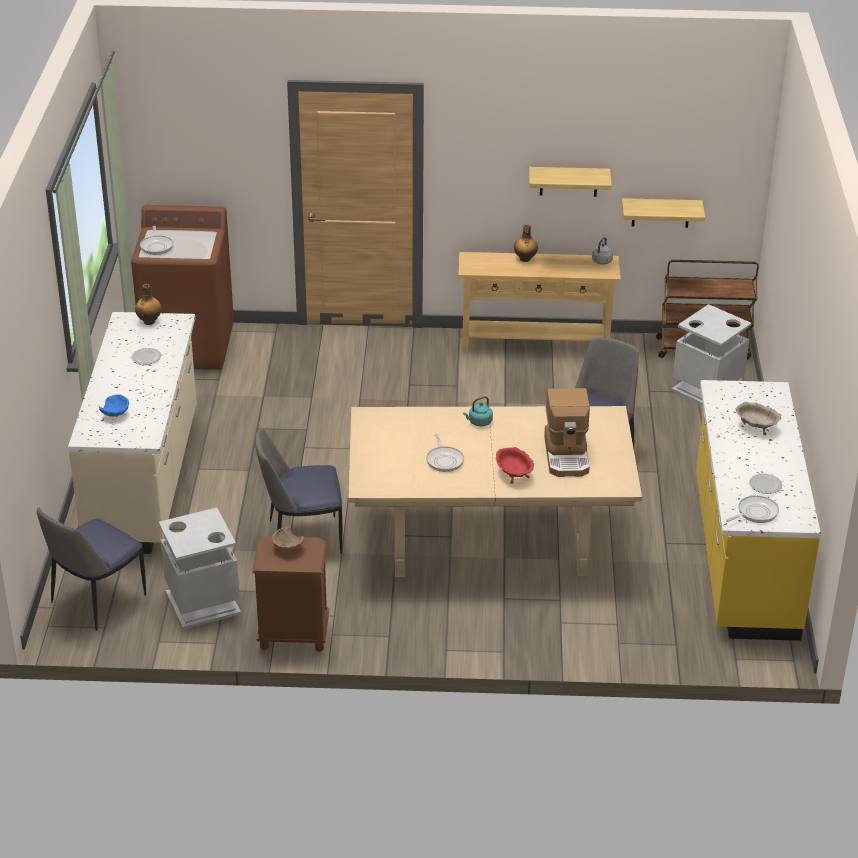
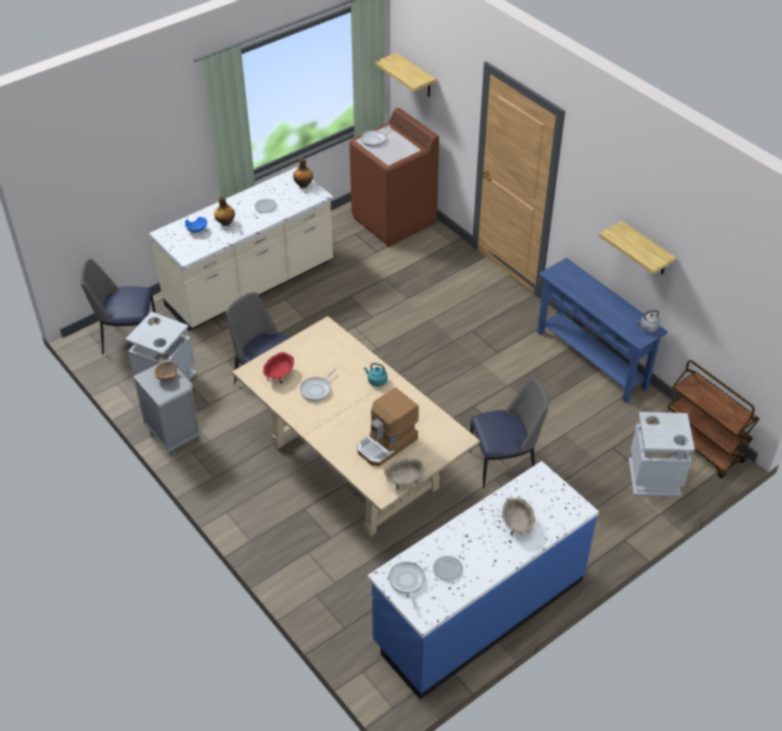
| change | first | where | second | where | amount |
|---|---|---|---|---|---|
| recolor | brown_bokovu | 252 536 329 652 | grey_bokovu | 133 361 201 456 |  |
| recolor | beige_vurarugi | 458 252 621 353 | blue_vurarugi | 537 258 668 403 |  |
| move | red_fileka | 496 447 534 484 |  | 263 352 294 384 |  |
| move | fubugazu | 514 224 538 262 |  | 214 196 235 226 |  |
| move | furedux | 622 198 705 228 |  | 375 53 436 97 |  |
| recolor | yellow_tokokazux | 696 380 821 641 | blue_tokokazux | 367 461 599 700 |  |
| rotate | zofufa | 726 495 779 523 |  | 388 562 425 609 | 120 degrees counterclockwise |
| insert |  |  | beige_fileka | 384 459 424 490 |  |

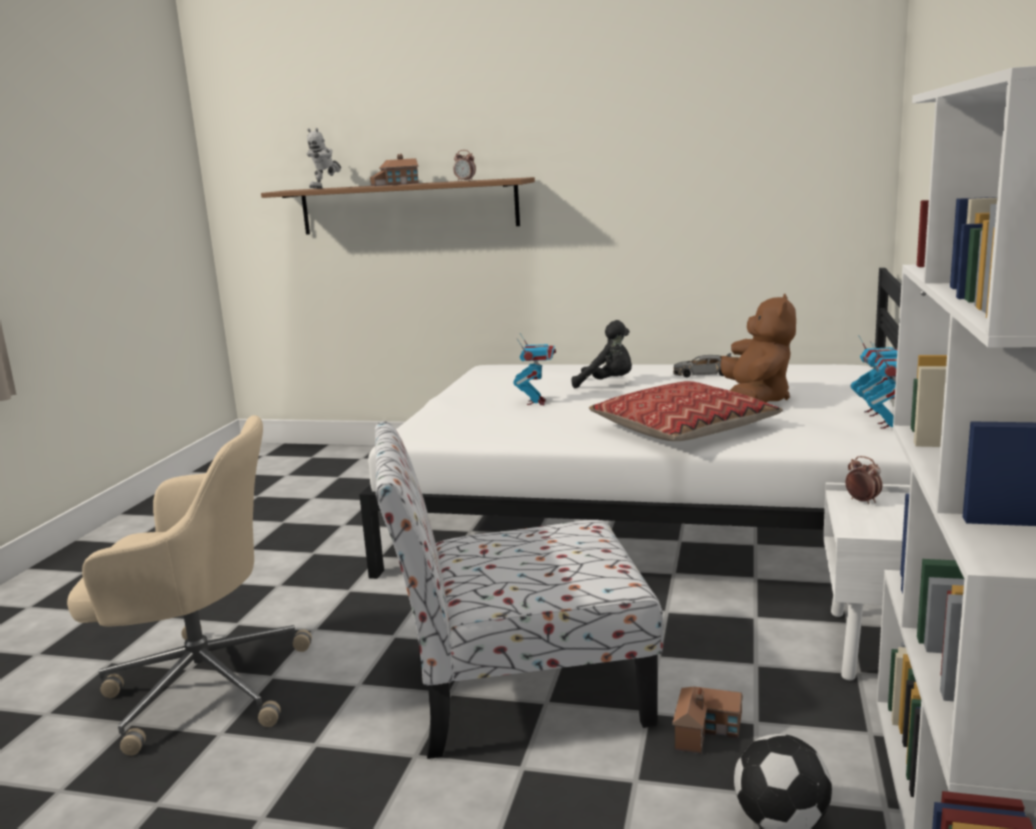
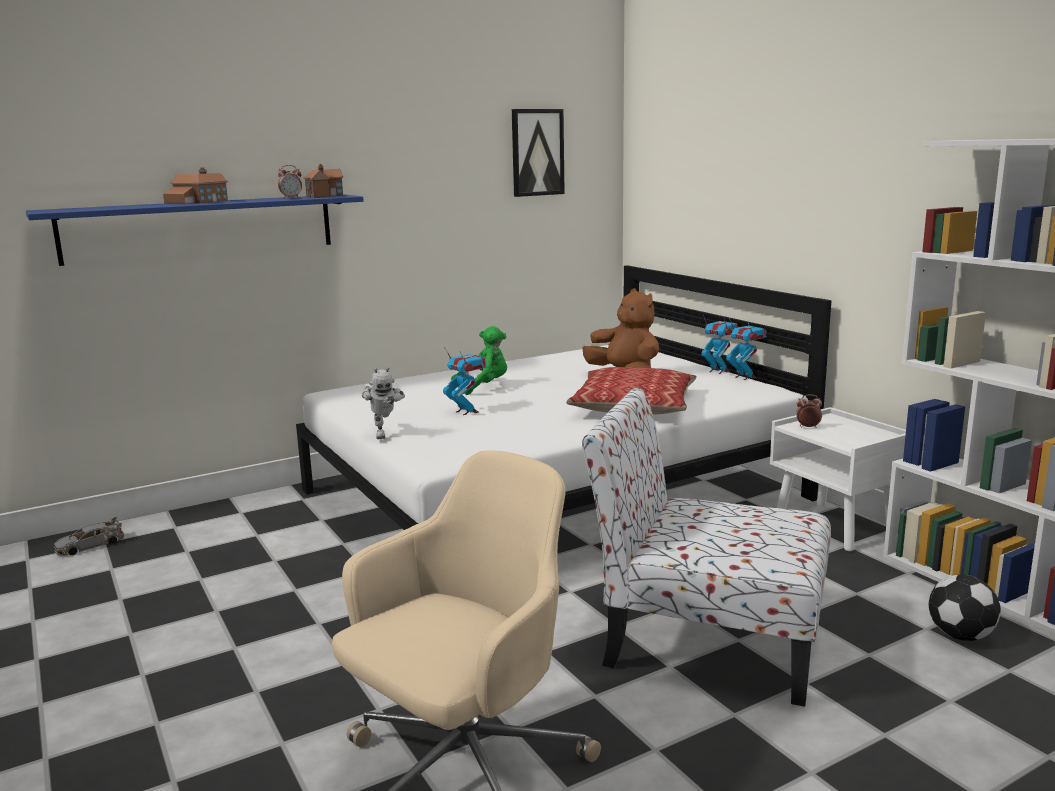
| change | first | where | second | where | amount |
|---|---|---|---|---|---|
| recolor | brown_furedux | 261 177 535 235 | blue_furedux | 26 194 364 266 |  |
| move | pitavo | 307 128 341 189 |  | 362 367 405 439 |  |
| rotate | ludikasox | 374 421 663 759 |  | 582 388 831 707 | 75 degrees clockwise |
| recolor | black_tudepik | 572 320 632 388 | green_tudepik | 451 326 507 395 |  |
| move | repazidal | 672 687 743 754 |  | 303 164 343 198 |  |
| move | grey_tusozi | 673 353 732 377 |  | 54 517 124 556 |  |
| insert |  |  | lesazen | 512 109 565 197 |  |

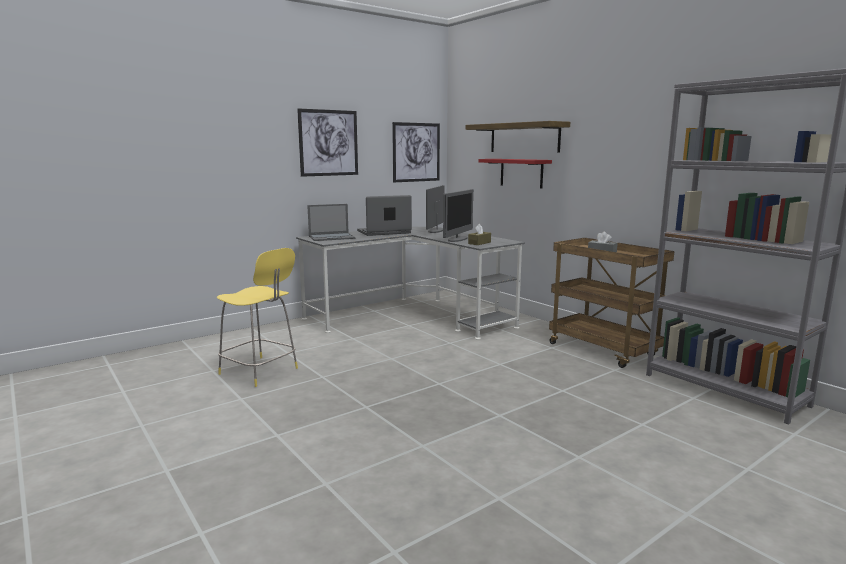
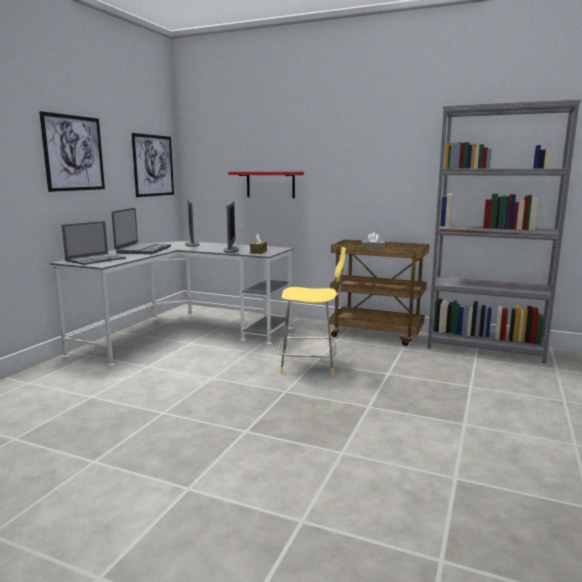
| change | first | where | second | where | amount |
|---|---|---|---|---|---|
| move | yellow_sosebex | 217 248 298 387 |  | 278 247 346 375 |  |
| rotate | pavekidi | 357 195 412 236 |  | 112 208 171 254 | 150 degrees clockwise |
| delete | furedux | 465 121 570 153 |  |  |  |

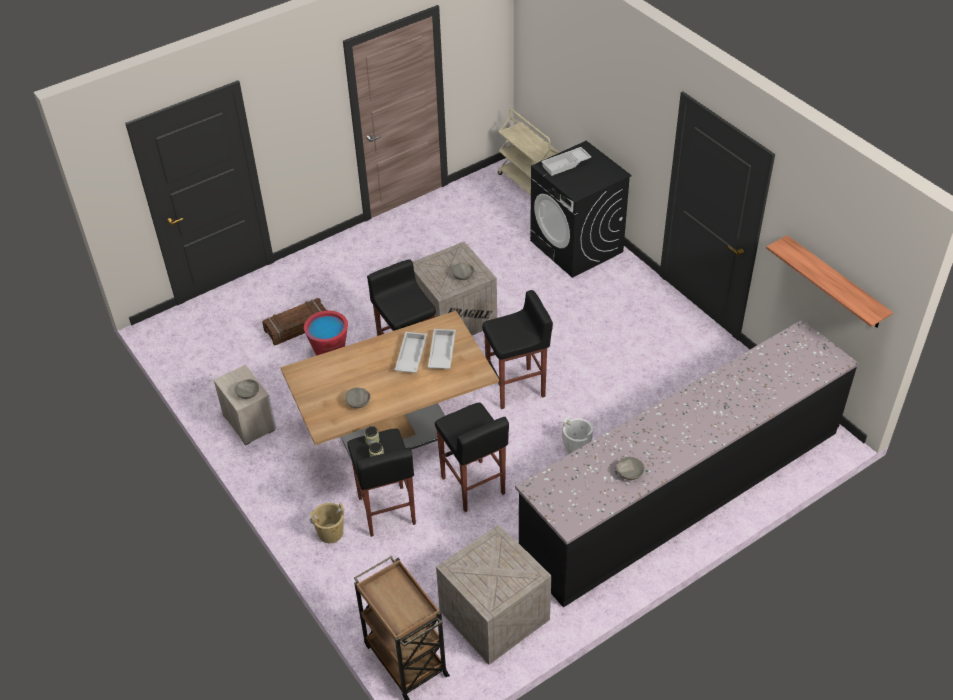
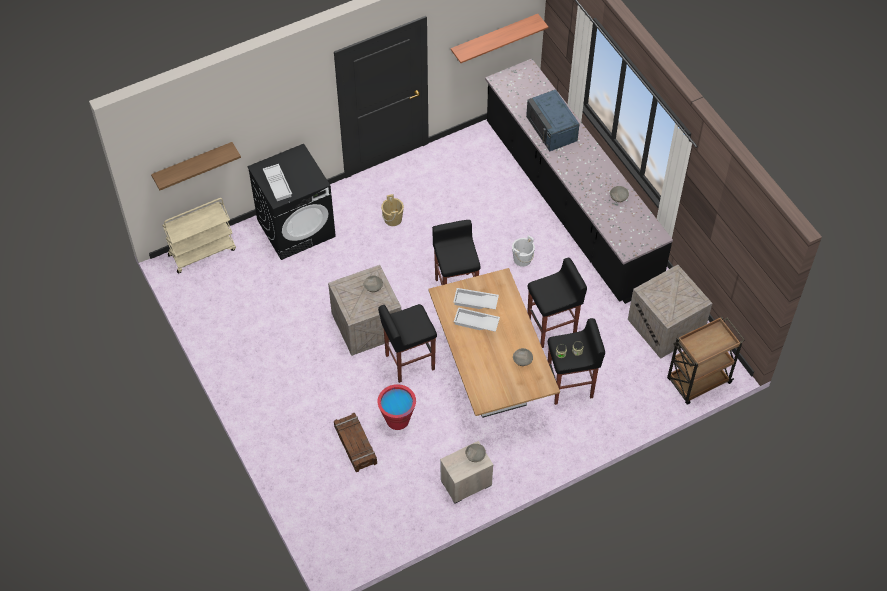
| change | first | where | second | where | amount |
|---|---|---|---|---|---|
| move | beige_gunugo | 310 503 345 543 |  | 381 194 404 226 |  |
| insert |  |  | furedux | 151 142 241 190 |  |
| insert |  |  | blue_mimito | 526 90 579 151 |  |

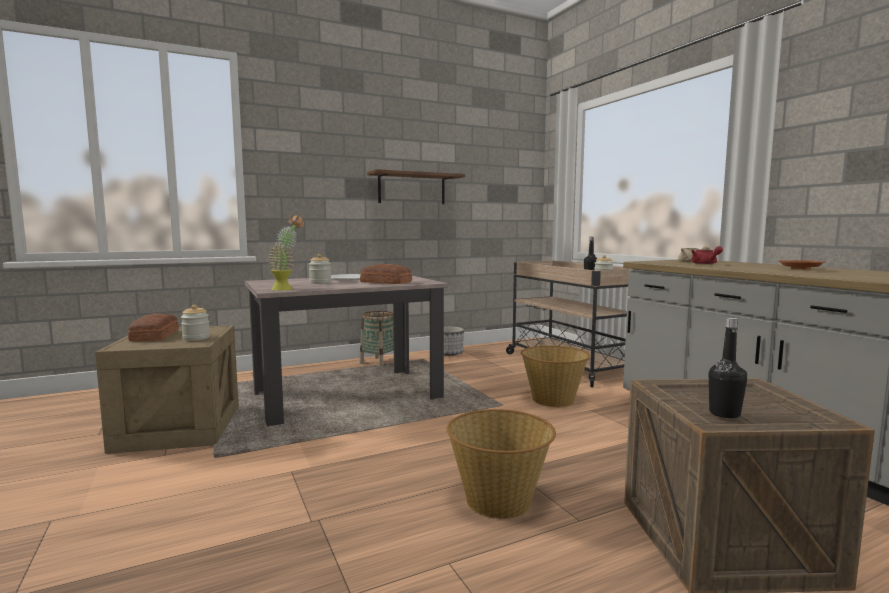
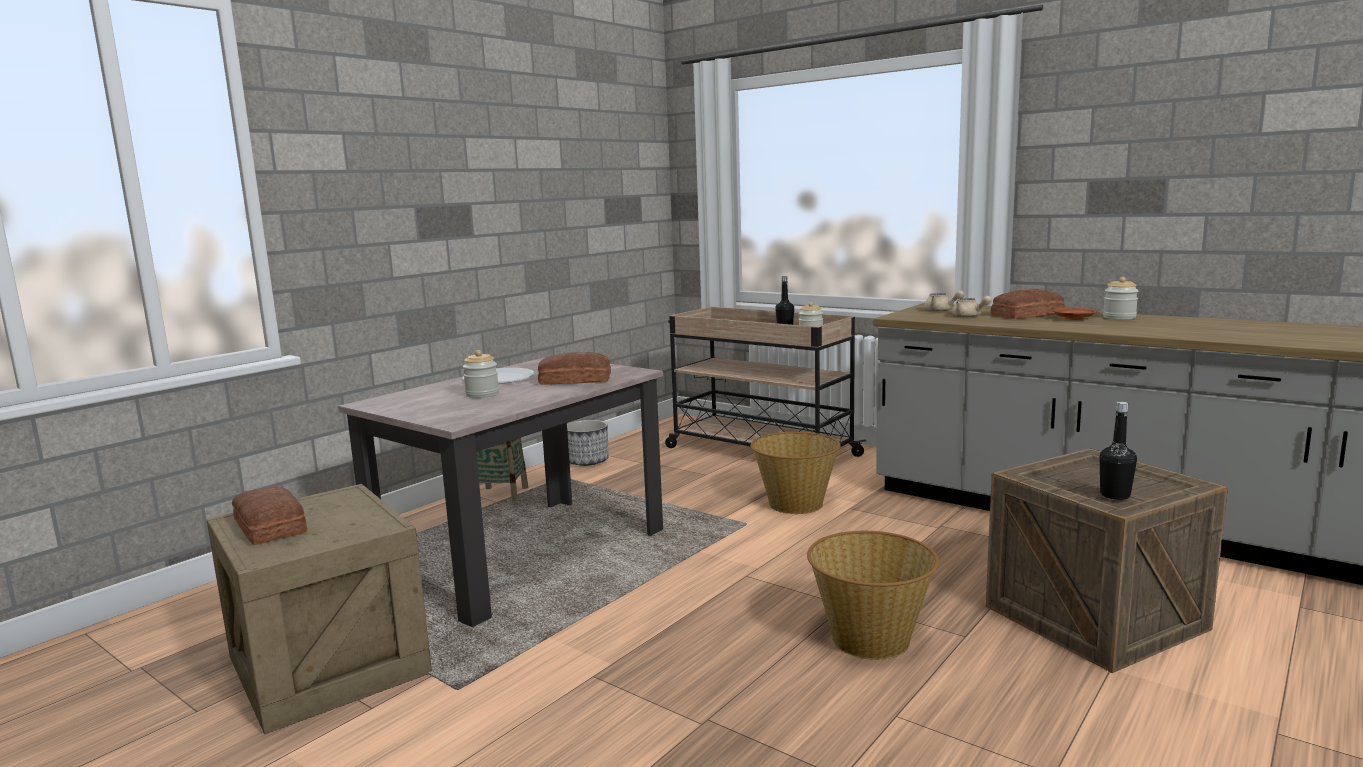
| change | first | where | second | where | amount |
|---|---|---|---|---|---|
| move | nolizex | 181 305 210 341 |  | 1103 277 1138 320 |  |
| delete | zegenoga | 268 215 304 290 |  |  |  |
| delete | brown_furedux | 367 169 465 204 |  |  |  |
| recolor | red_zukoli | 691 246 723 264 | beige_zukoli | 952 296 992 317 |  |
| insert |  |  | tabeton | 991 289 1065 319 |  |

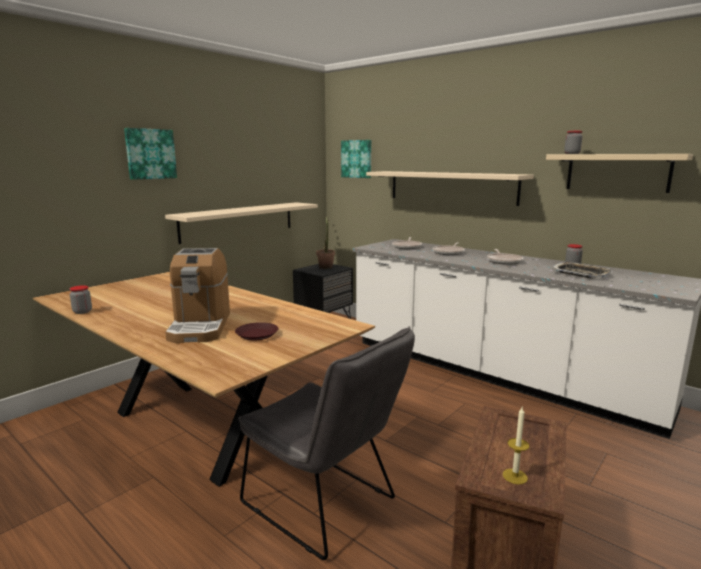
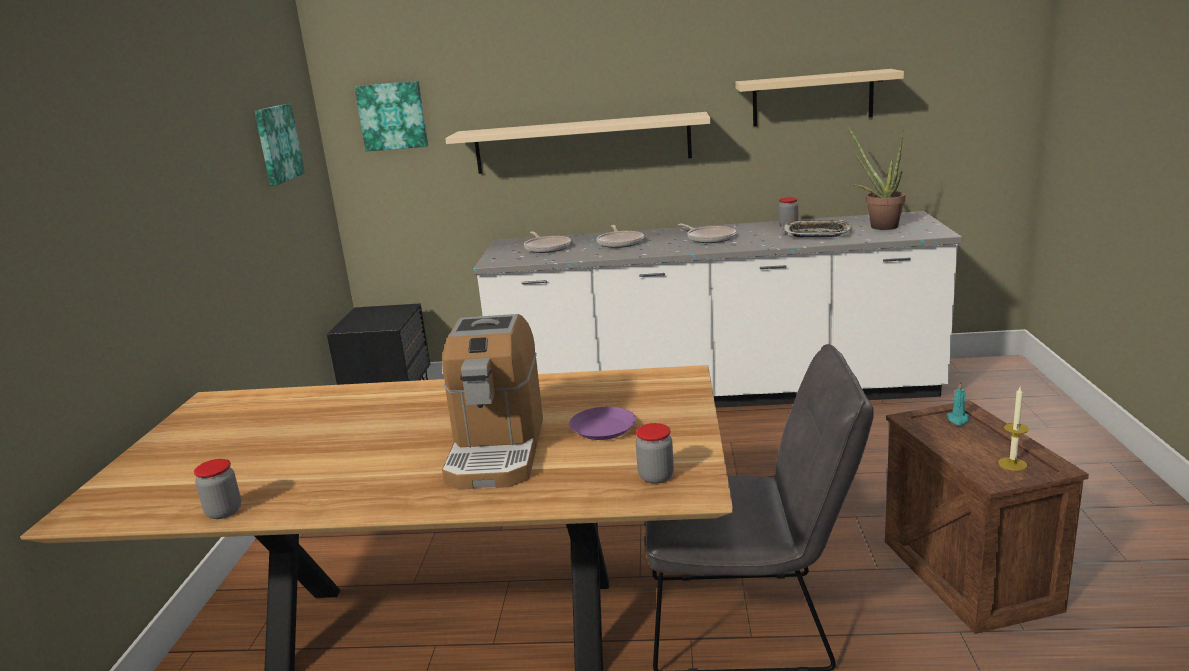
| change | first | where | second | where | amount |
|---|---|---|---|---|---|
| move | lesazen | 124 128 177 180 |  | 254 104 305 186 |  |
| delete | beige_furedux | 165 202 318 244 |  |  |  |
| rotate | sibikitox | 165 248 230 343 |  | 442 314 543 490 | 45 degrees clockwise |
| recolor | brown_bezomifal | 235 322 279 341 | purple_bezomifal | 569 407 636 440 |  |
| move | zegenoga | 316 216 335 269 |  | 848 127 906 230 |  |
| move | nolizex | 564 131 583 154 |  | 636 423 674 484 |  |
| insert |  |  | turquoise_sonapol | 947 382 969 425 |  |

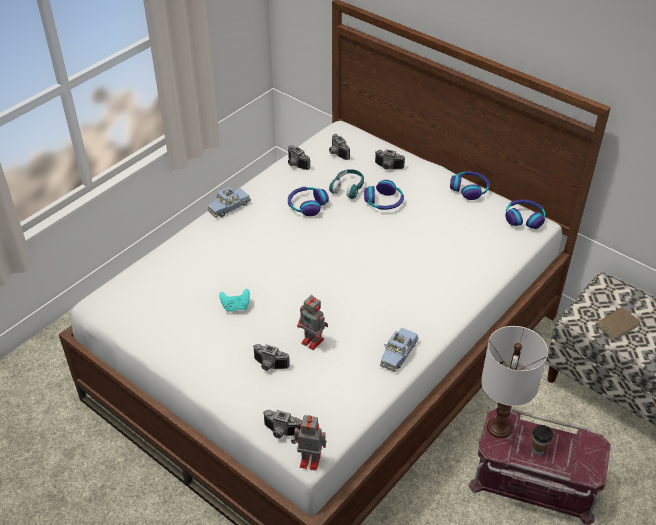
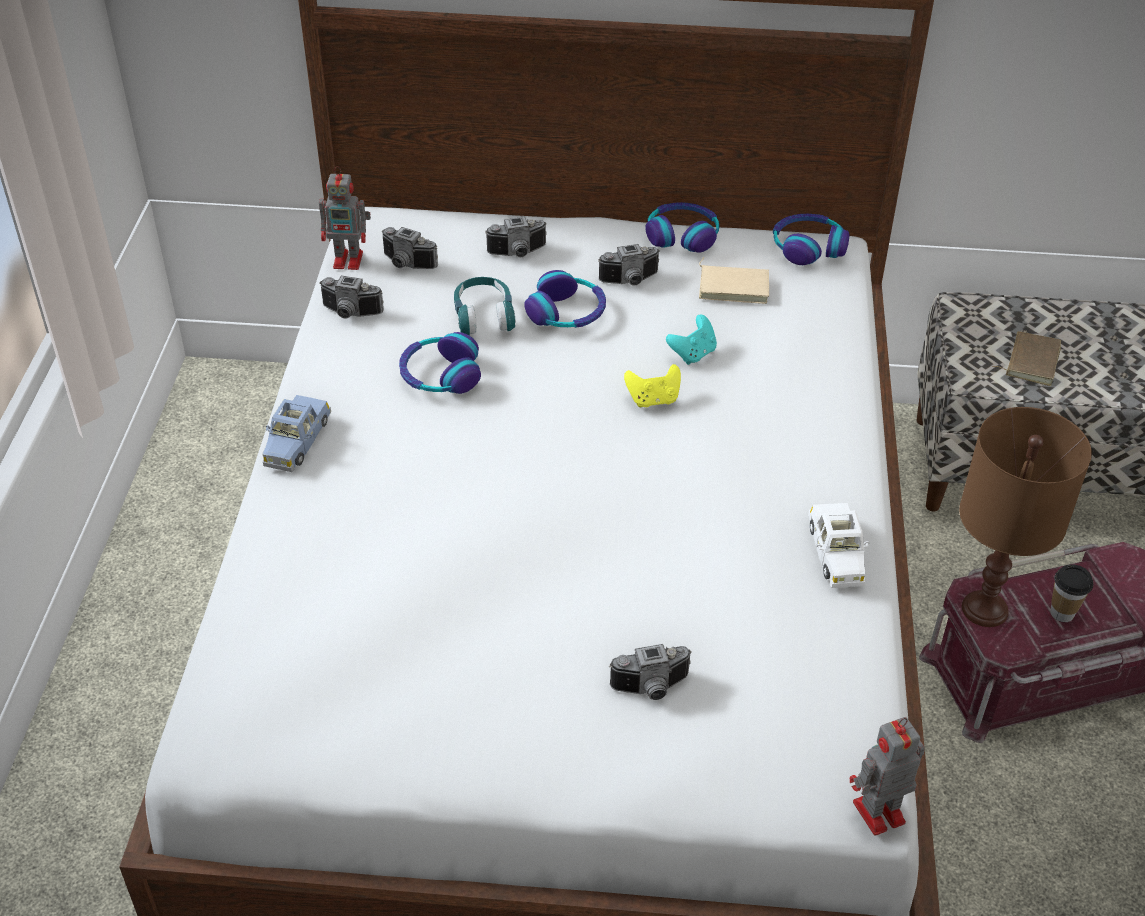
| change | first | where | second | where | amount |
|---|---|---|---|---|---|
| move | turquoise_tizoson | 219 289 250 312 |  | 666 315 717 365 |  |
| move | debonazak | 263 410 302 438 |  | 598 244 660 286 |  |
| move | pitavo | 297 295 328 350 |  | 319 166 371 270 |  |
| recolor | blue_tusozi | 380 327 419 372 | white_tusozi | 808 503 869 588 |  |
| recolor | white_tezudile | 481 326 548 438 | brown_tezudile | 959 407 1092 627 |  |
| insert |  |  | yellow_tizoson | 624 364 681 407 |  |
| insert |  |  | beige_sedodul | 699 257 769 304 |  |

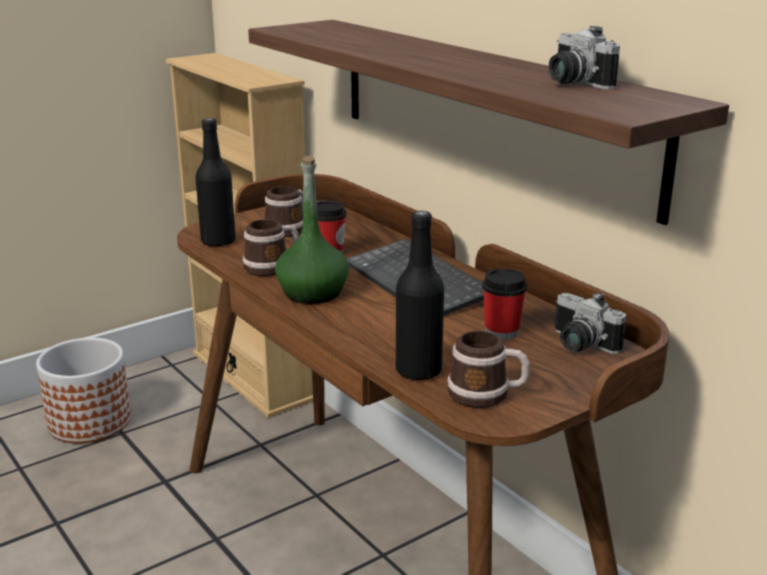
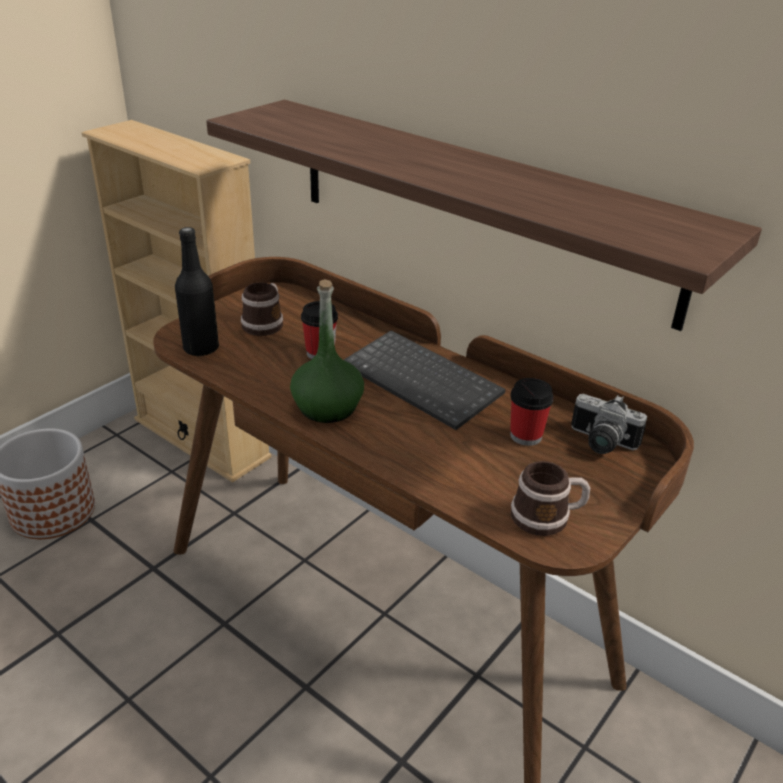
| change | first | where | second | where | amount |
|---|---|---|---|---|---|
| delete | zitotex | 243 219 299 276 |  |  |  |
| delete | black_fubugazu | 396 211 444 380 |  |  |  |
| delete | debonazak | 548 26 620 89 |  |  |  |

